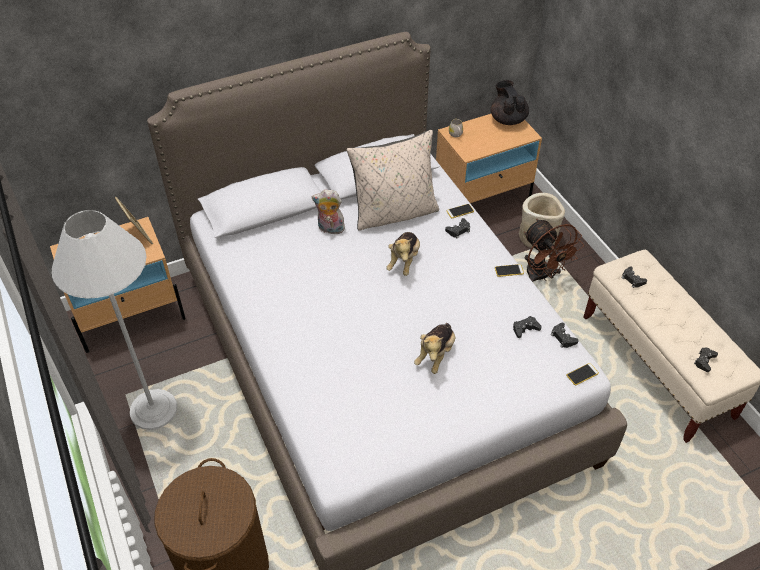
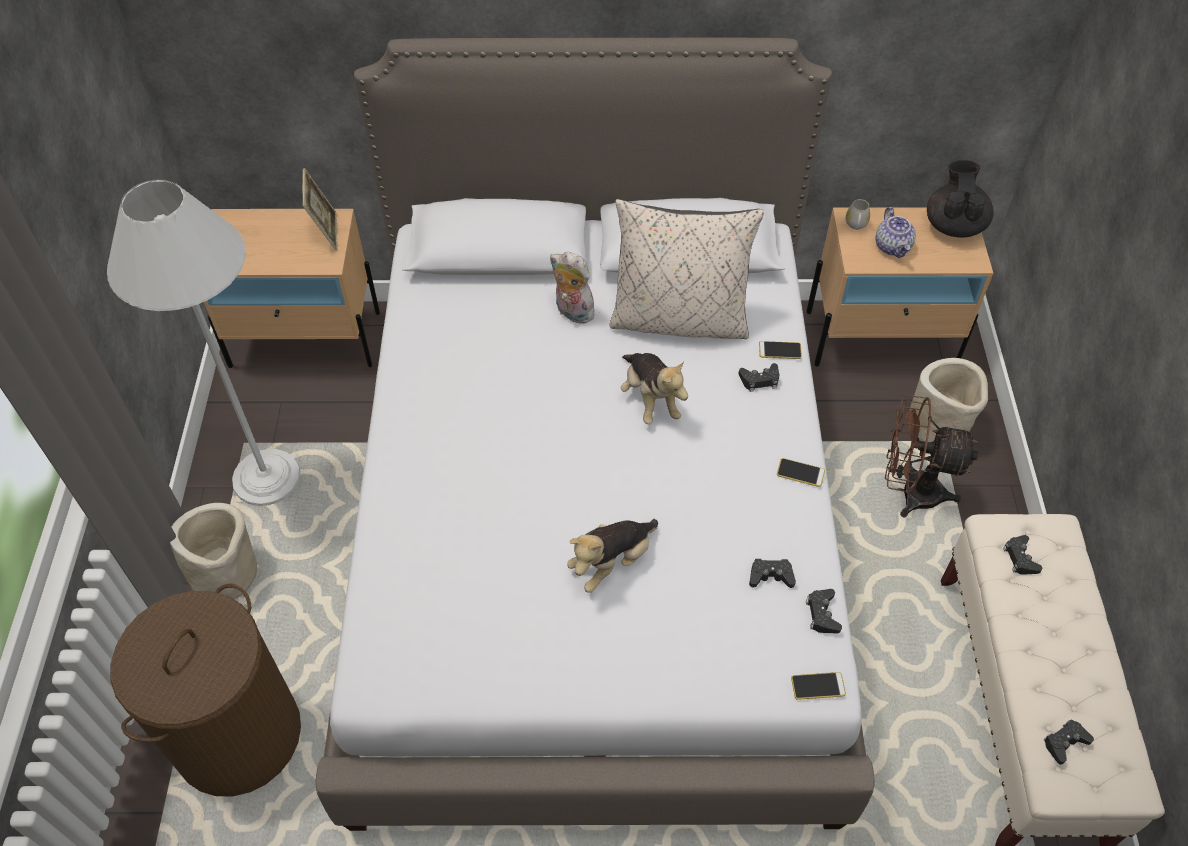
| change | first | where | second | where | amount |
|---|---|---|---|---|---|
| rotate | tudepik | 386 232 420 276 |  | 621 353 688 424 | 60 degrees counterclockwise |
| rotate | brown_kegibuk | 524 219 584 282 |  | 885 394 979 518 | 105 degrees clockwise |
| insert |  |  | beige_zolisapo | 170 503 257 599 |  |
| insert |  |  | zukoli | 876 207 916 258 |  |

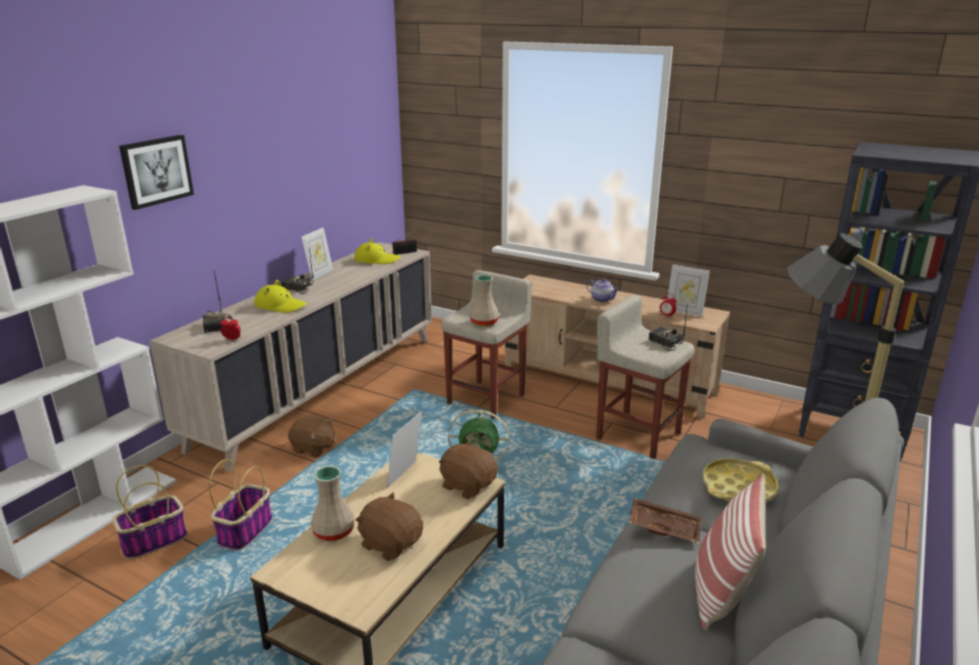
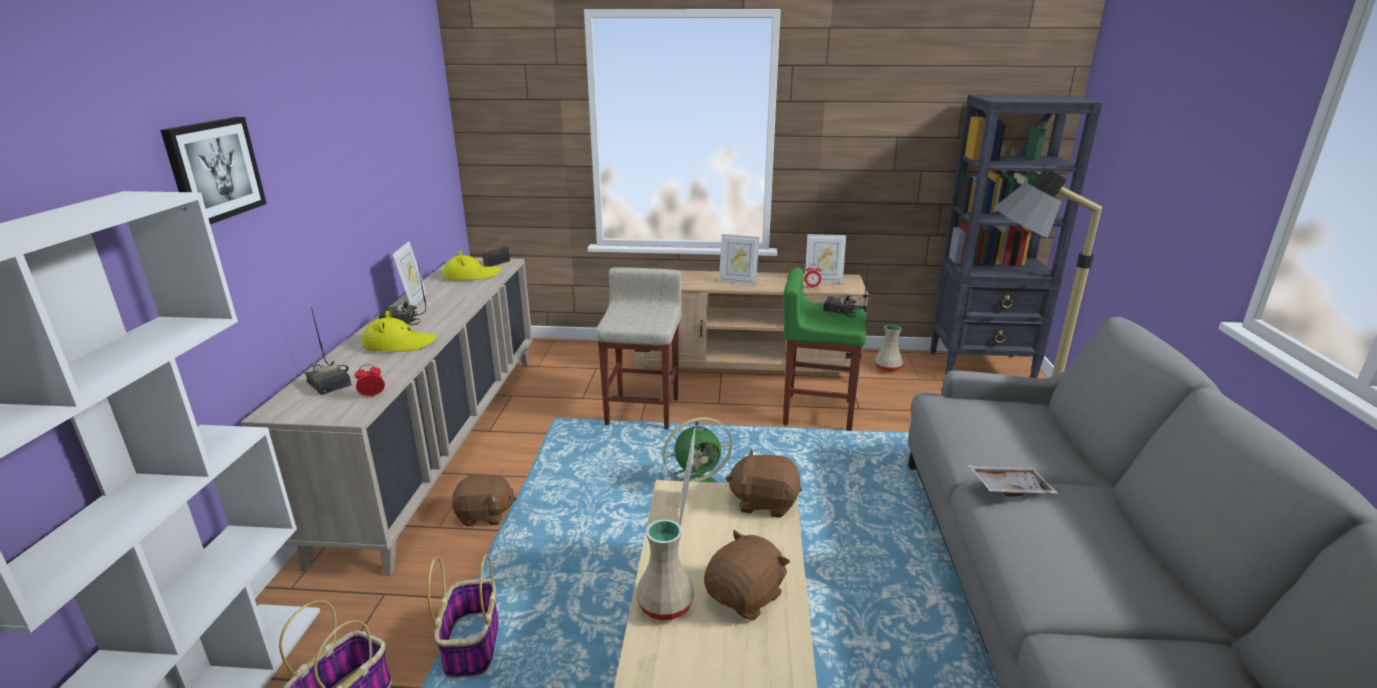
| change | first | where | second | where | amount |
|---|---|---|---|---|---|
| rotate | brown_tudepik | 355 492 423 561 |  | 704 530 790 620 | 120 degrees clockwise |
| move | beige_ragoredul | 469 275 499 327 |  | 874 325 903 373 |  |
| replace | zukoli | 586 279 620 302 | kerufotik | 719 234 759 285 |  |
| recolor | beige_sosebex | 596 295 695 459 | green_sosebex | 783 268 866 431 |  |
| recolor | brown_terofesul | 629 498 702 543 | grey_terofesul | 968 465 1058 497 |  |
| delete | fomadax | 695 473 766 631 |  |  |  |
| delete | yellow_terofesul | 703 458 778 503 |  |  |  |

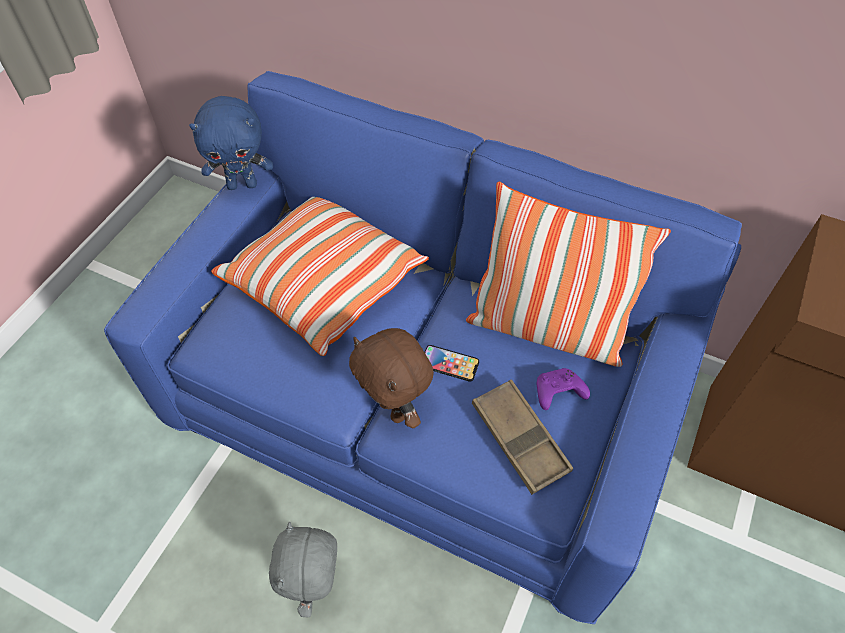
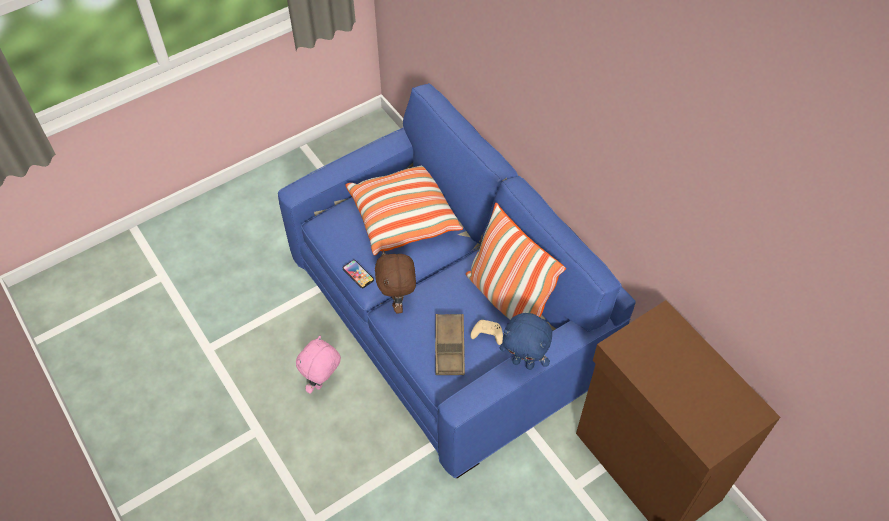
| change | first | where | second | where | amount |
|---|---|---|---|---|---|
| move | blue_tudepik | 189 96 273 190 |  | 500 313 552 370 |  |
| recolor | grey_tudepik | 269 522 337 617 | pink_tudepik | 296 335 341 394 |  |
| move | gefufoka | 425 345 479 381 |  | 343 260 374 288 |  |
| recolor | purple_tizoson | 537 368 590 410 | beige_tizoson | 470 320 503 345 |  |

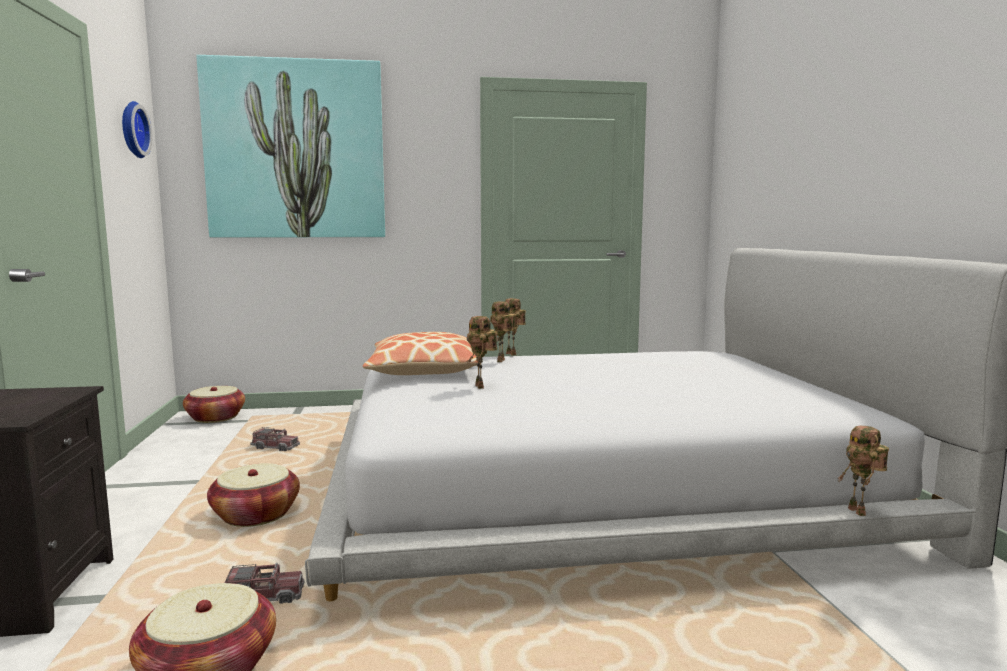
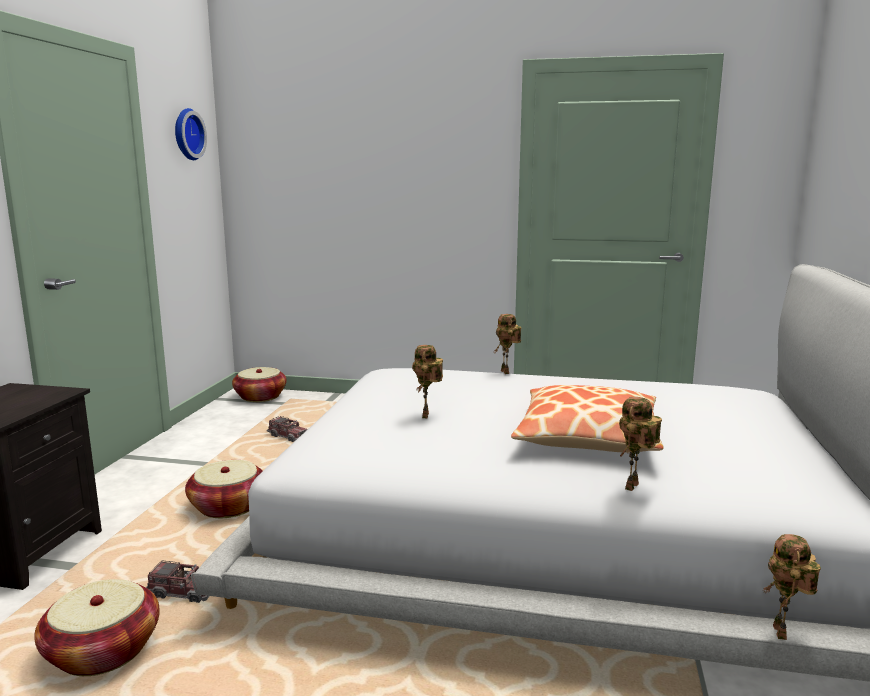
| change | first | where | second | where | amount |
|---|---|---|---|---|---|
| delete | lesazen | 196 55 385 238 |  |  |  |
| move | fomadax | 363 332 480 375 |  | 511 385 664 453 |  |
| move | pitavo | 490 301 516 362 |  | 619 397 662 491 |  |

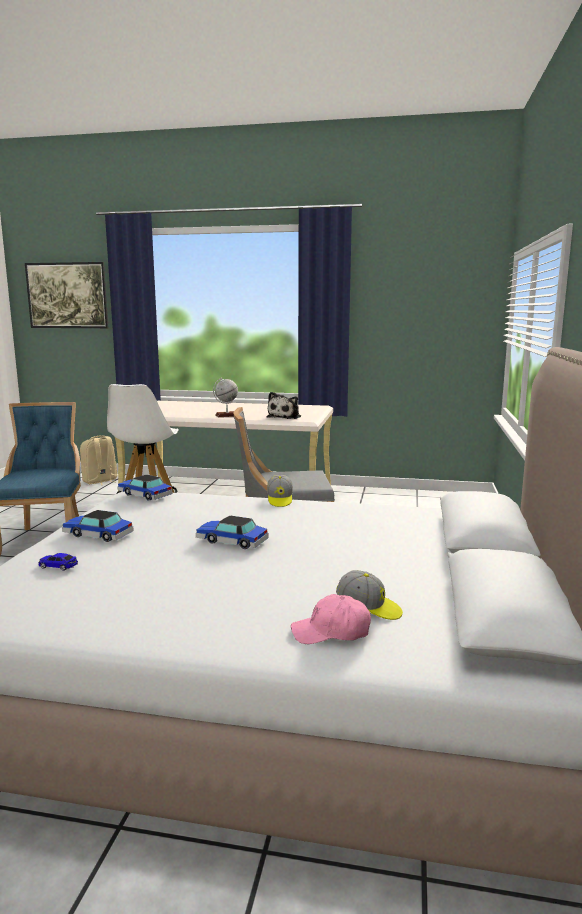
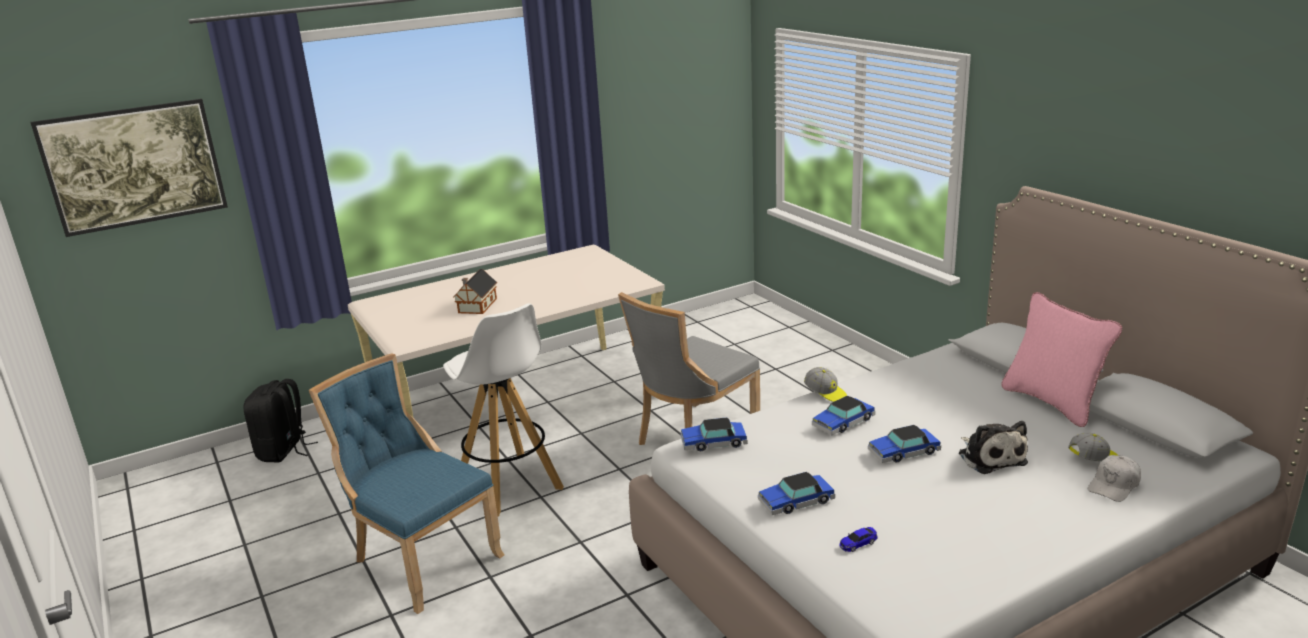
| change | first | where | second | where | amount |
|---|---|---|---|---|---|
| recolor | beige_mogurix | 80 436 118 485 | black_mogurix | 243 379 318 463 |  |
| delete | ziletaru | 213 378 238 417 |  |  |  |
| move | tudepik | 267 392 301 419 |  | 959 421 1028 474 |  |
| recolor | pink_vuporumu | 291 594 371 644 | white_vuporumu | 1088 455 1141 502 |  |
| insert |  |  | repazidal | 455 269 497 314 |  |
| insert |  |  | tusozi | 812 396 875 435 |  |
| insert |  |  | pink_fomadax | 1001 292 1122 427 |  |

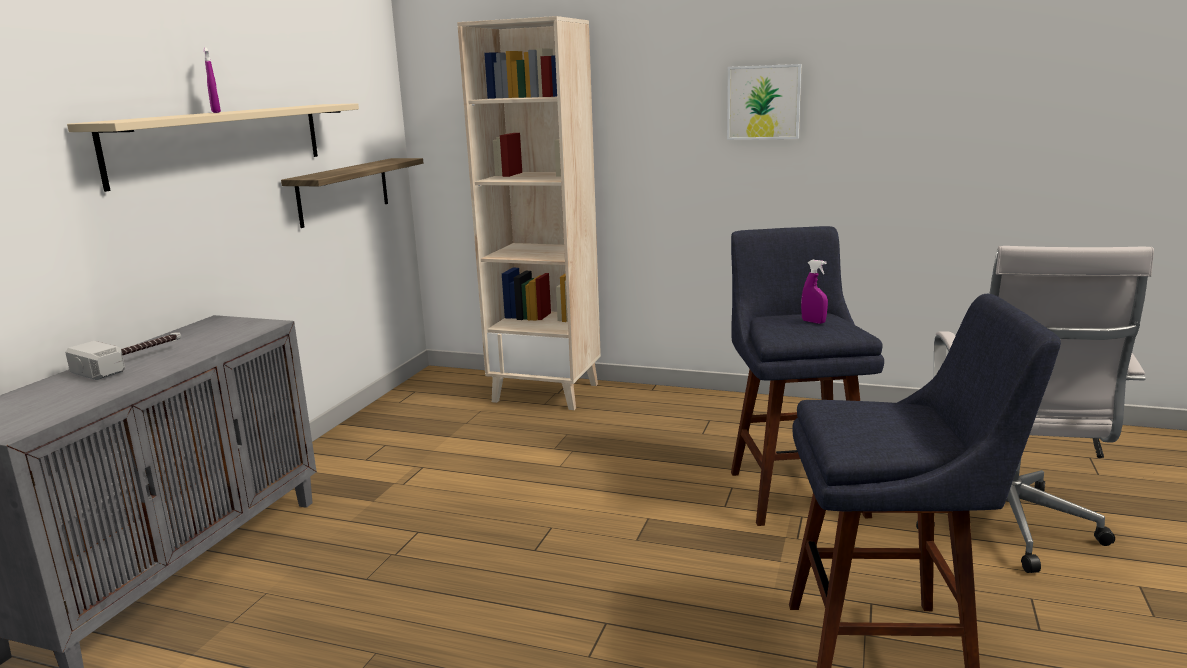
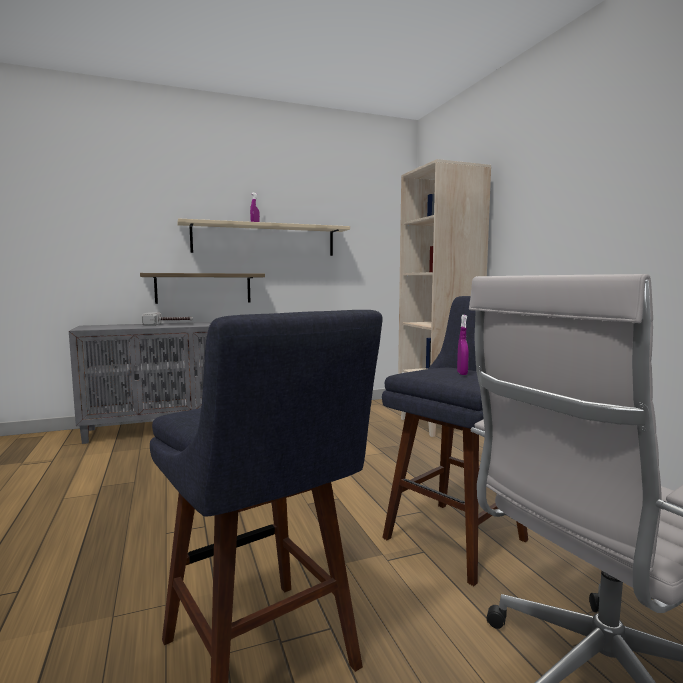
| change | first | where | second | where | amount |
|---|---|---|---|---|---|
| move | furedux | 281 158 424 228 |  | 140 273 265 304 |  |
| delete | lesazen | 727 64 801 140 |  |  |  |

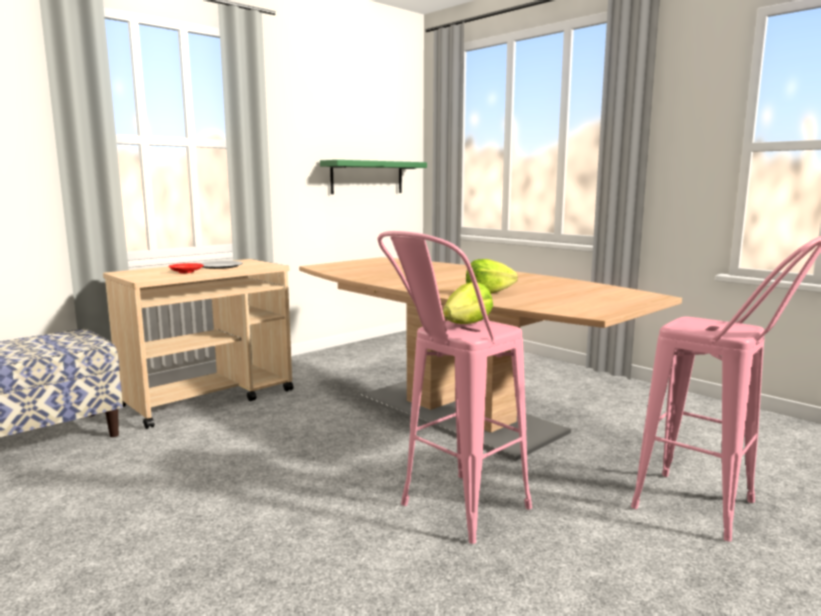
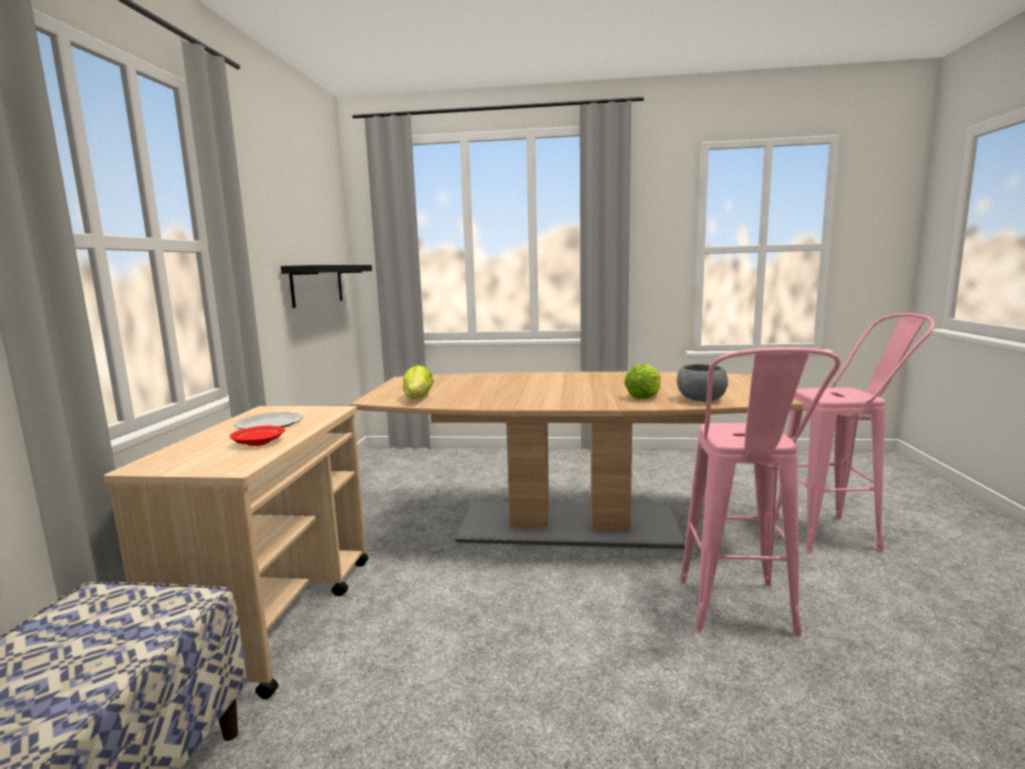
| change | first | where | second | where | amount |
|---|---|---|---|---|---|
| recolor | green_furedux | 320 160 427 194 | black_furedux | 281 265 372 308 |  |
| move | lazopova | 443 282 493 324 |  | 403 365 434 399 |  |
| insert |  |  | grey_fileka | 677 364 728 402 |  |

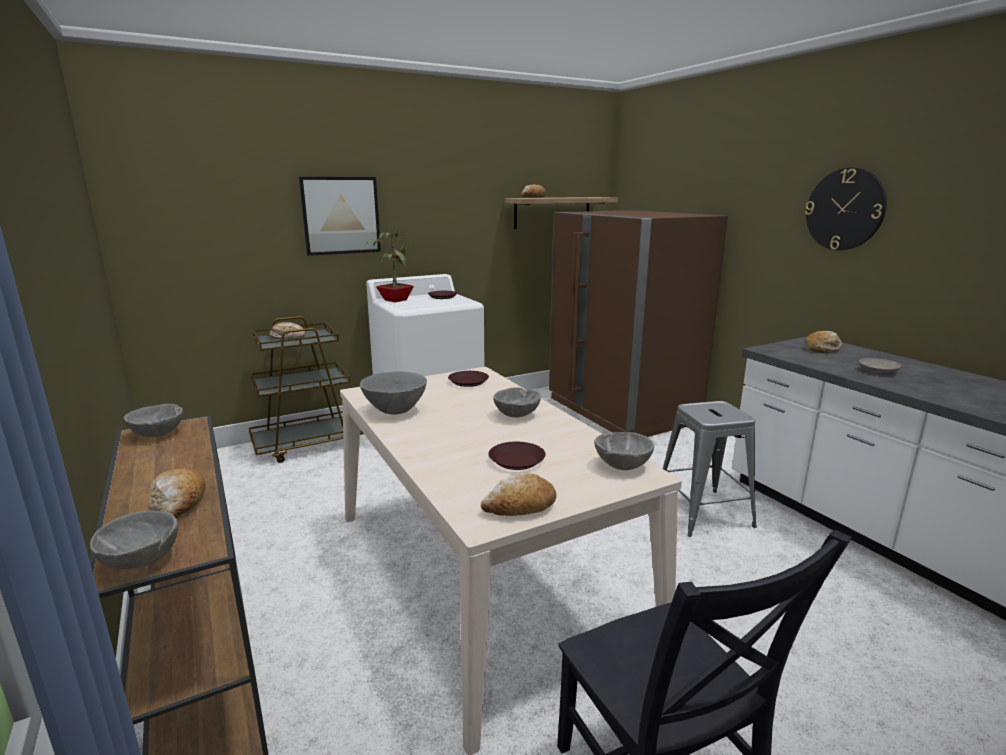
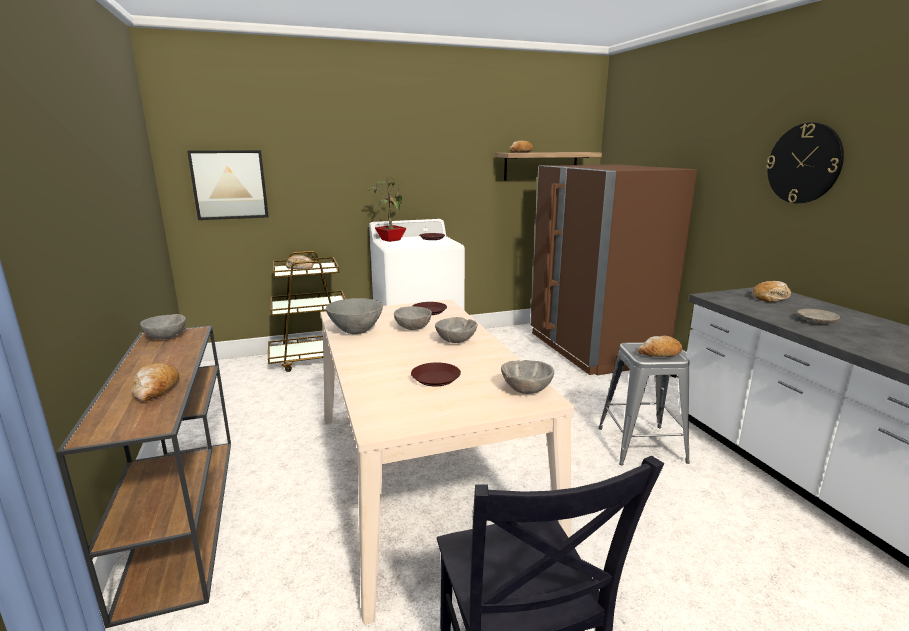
| change | first | where | second | where | amount |
|---|---|---|---|---|---|
| move | grey_fileka | 90 510 178 569 |  | 394 306 432 330 |  |
| move | lesazen | 299 177 381 256 |  | 187 150 269 220 |  |
| move | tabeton | 481 474 556 516 |  | 638 336 682 357 |  |

